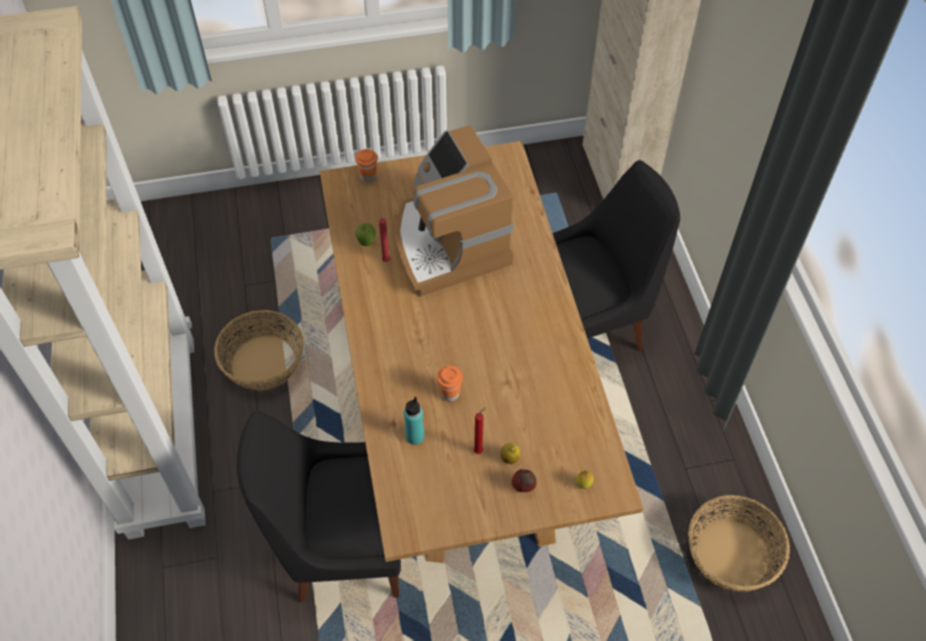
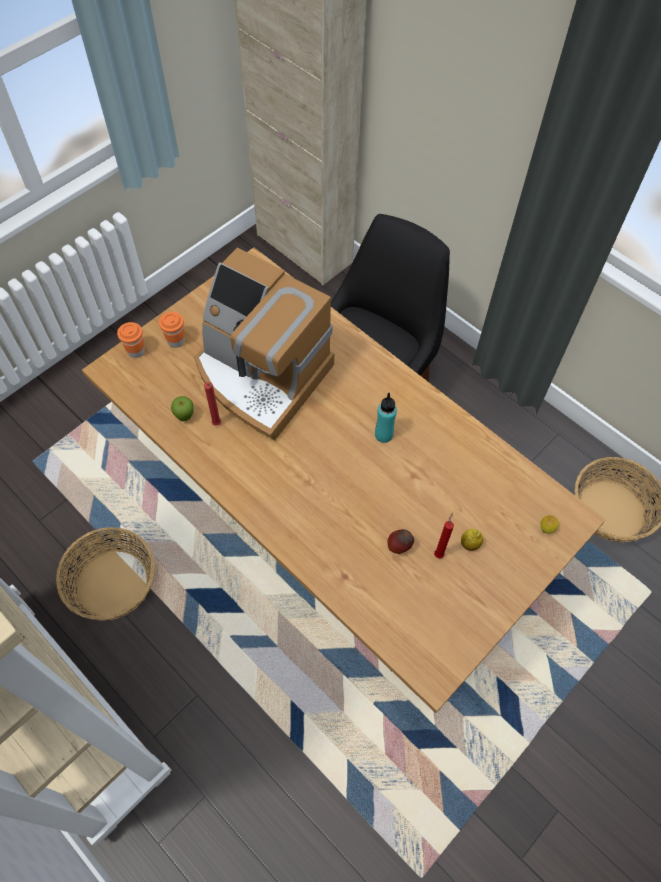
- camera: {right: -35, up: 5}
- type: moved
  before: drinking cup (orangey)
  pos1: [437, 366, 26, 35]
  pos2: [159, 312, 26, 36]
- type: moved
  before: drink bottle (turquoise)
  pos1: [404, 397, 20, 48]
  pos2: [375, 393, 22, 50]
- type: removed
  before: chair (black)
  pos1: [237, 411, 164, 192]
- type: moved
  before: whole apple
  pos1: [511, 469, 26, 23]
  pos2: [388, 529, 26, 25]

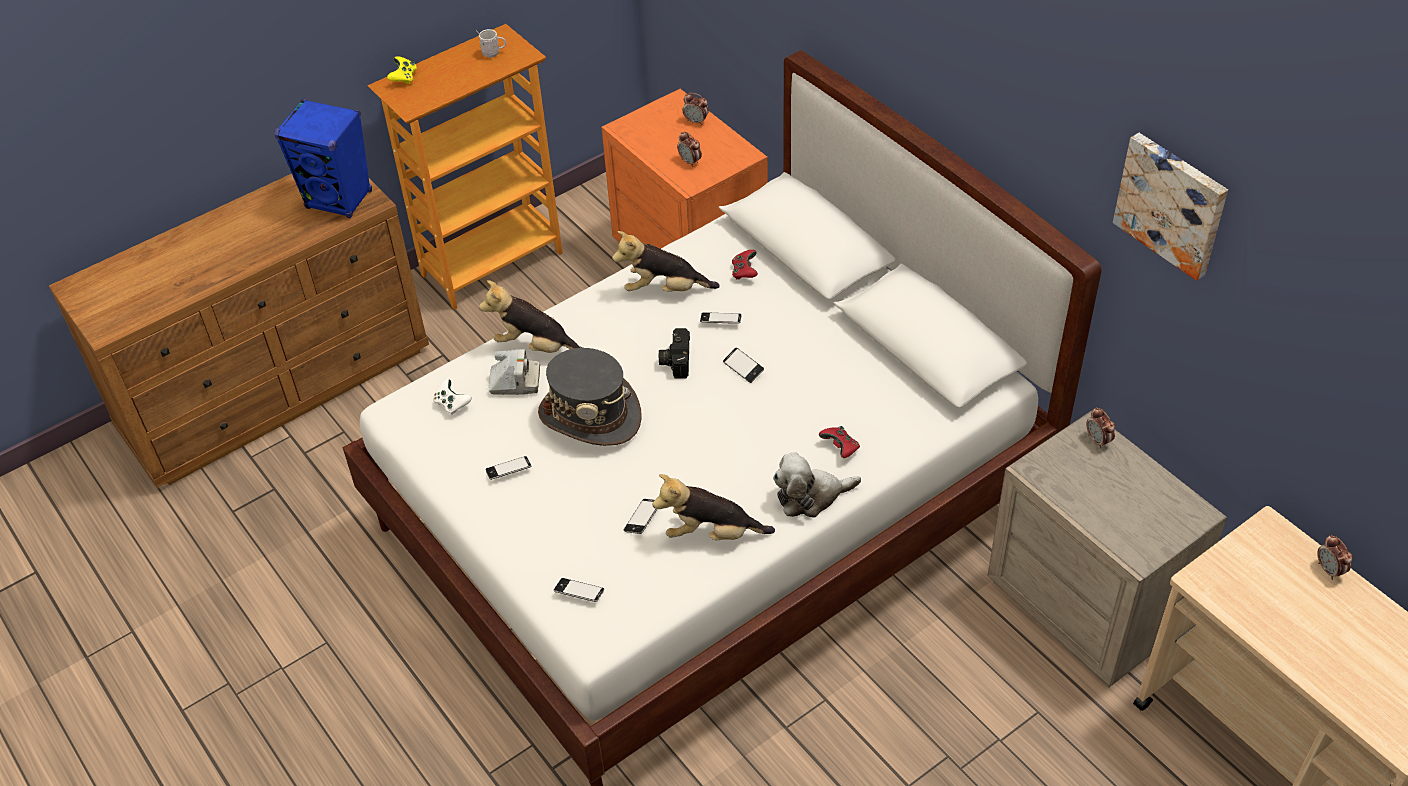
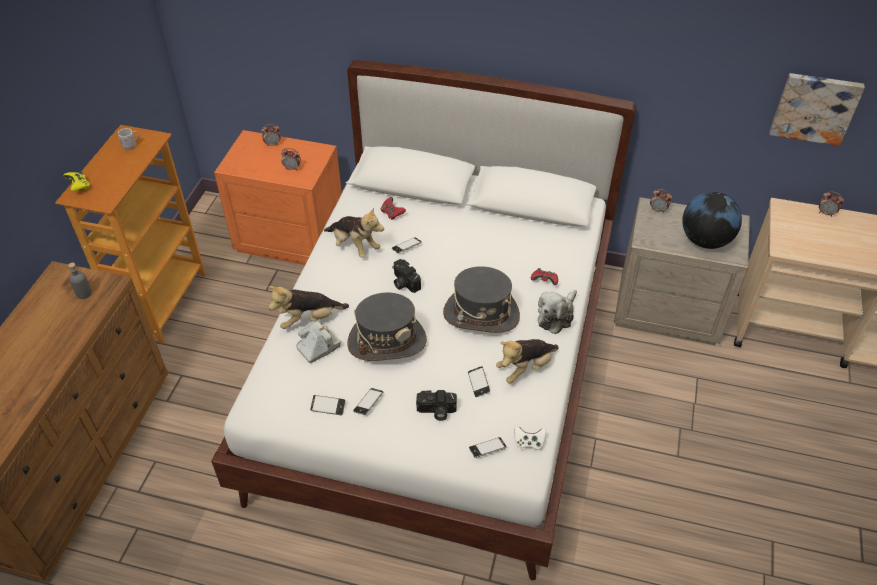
- camera: {right: -40, up: 0}
- type: replaced
  before: audio speaker (blue-coloured)
  after: drink bottle (greyish)
  pos1: [274, 99, 98, 119]
  pos2: [68, 263, 24, 36]
- type: moved
  before: wall art
  pos1: [1113, 133, 115, 148]
  pos2: [770, 73, 95, 73]
- type: turned
  before: soft toy
  pos1: [612, 231, 108, 61]
  pos2: [324, 207, 60, 51]
  turn: -105
- type: moved
  before: phone
  pos1: [723, 348, 41, 35]
  pos2: [310, 395, 36, 20]
- type: moved
  before: game controller (whitish)
  pos1: [433, 379, 39, 36]
  pos2: [514, 426, 32, 24]
- type: added
  after: desk globe
  pos2: [682, 192, 60, 57]
- type: added
  after: wearable hat (greyish)
  pos2: [443, 266, 77, 67]
- type: added
  after: still camera
  pos2: [416, 390, 41, 31]

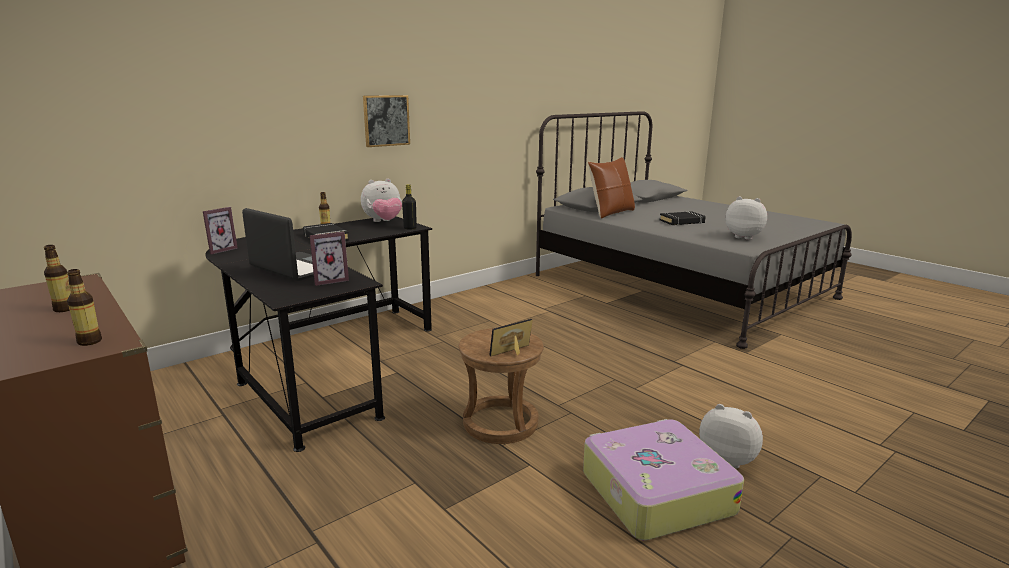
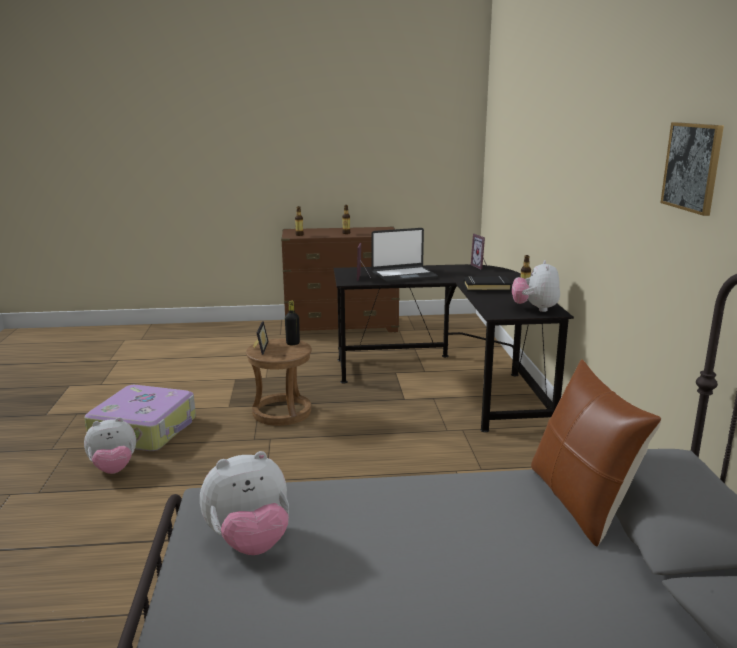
- camera: {right: 125, up: 0}
- type: moved
  before: wall art
  pos1: [363, 95, 47, 52]
  pos2: [660, 122, 64, 94]
- type: moved
  before: drink bottle (black)
  pos1: [402, 184, 15, 46]
  pos2: [285, 301, 15, 44]
- type: removed
  before: volume (black)
  pos1: [660, 211, 46, 14]

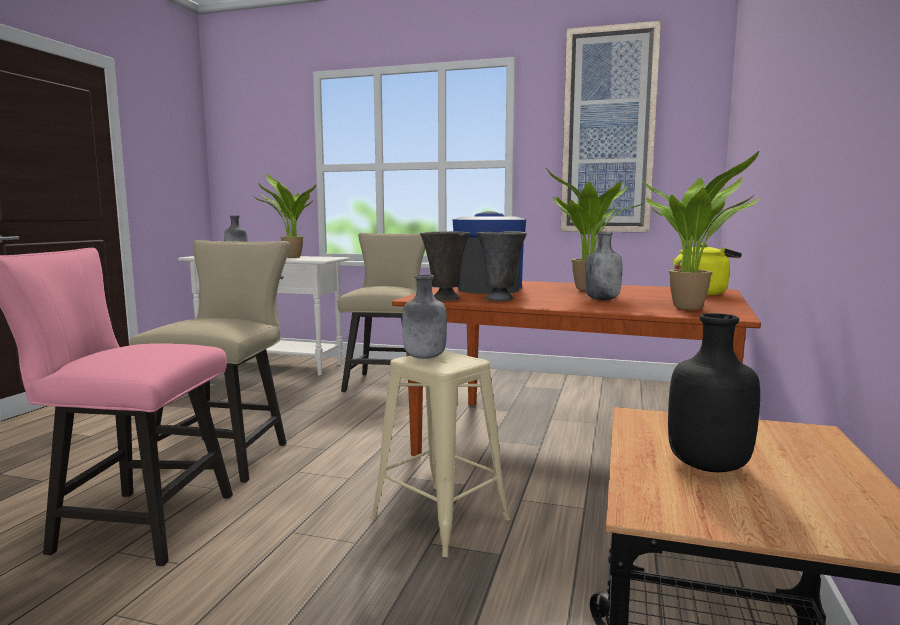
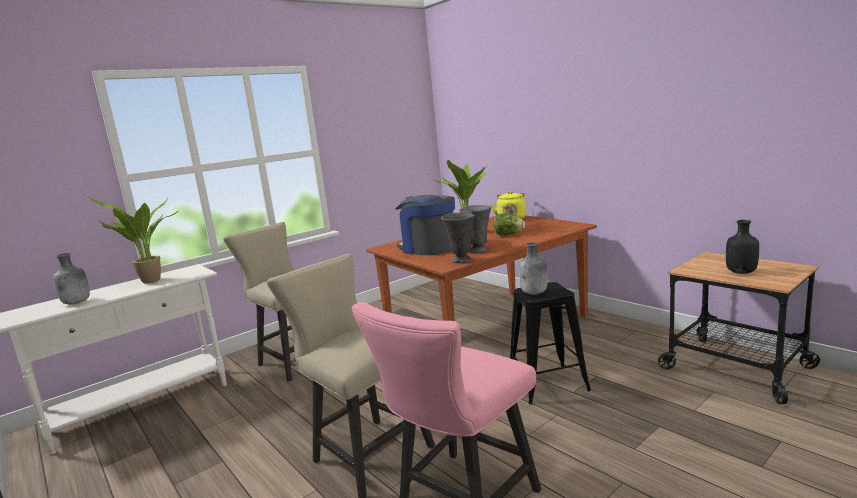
- camera: {right: -55, up: 5}
- type: removed
  before: wall art
  pos1: [561, 21, 100, 211]
- type: removed
  before: houseplant
  pos1: [642, 151, 117, 159]
- type: replaced
  before: drink bottle (greyish)
  after: head of lettuce
  pos1: [585, 232, 37, 68]
  pos2: [493, 214, 32, 22]
- type: recoloured
  before: sitting stool (beige)
  after: sitting stool (black)
  pos1: [371, 351, 139, 206]
  pos2: [510, 282, 81, 122]

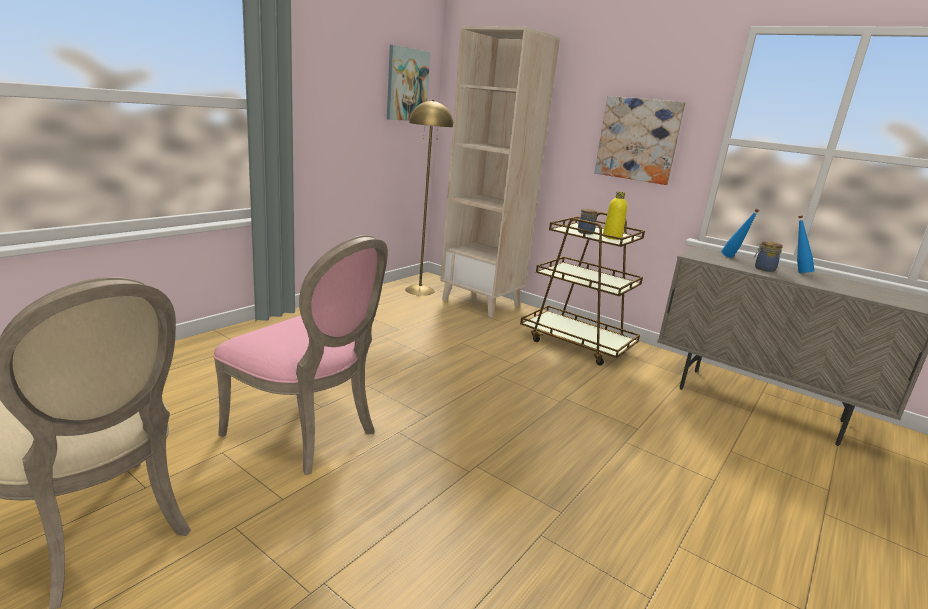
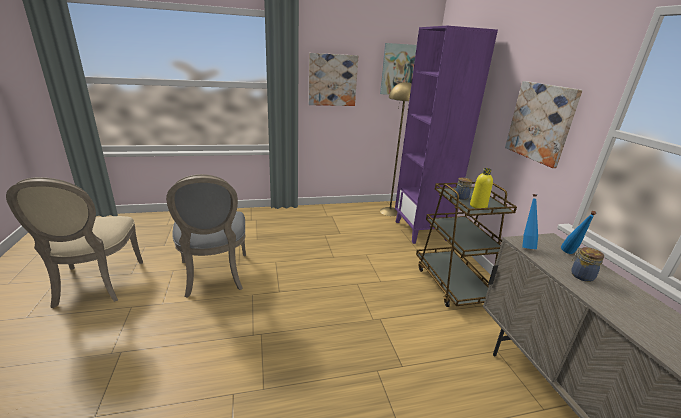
- camera: {right: 40, up: 5}
- type: recoloured
  before: shelving unit (beige)
  after: shelving unit (purple)
  pos1: [440, 26, 120, 292]
  pos2: [395, 26, 103, 218]
- type: moved
  before: drink bottle (blue-coloured)
  pos1: [797, 216, 17, 57]
  pos2: [522, 194, 16, 55]
- type: recoloured
  before: chair (pinkish)
  after: chair (greyish)
  pos1: [213, 235, 175, 240]
  pos2: [166, 174, 80, 124]
- type: added
  after: wall art
  pos2: [308, 53, 50, 53]

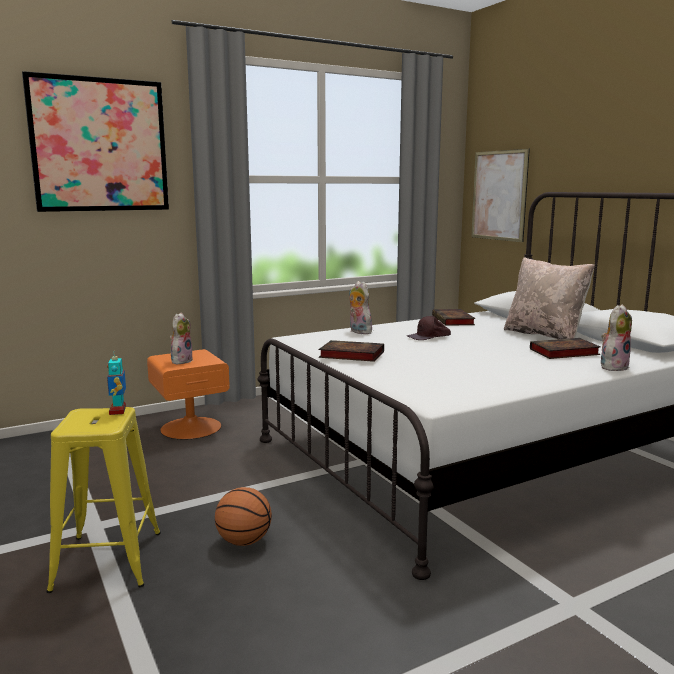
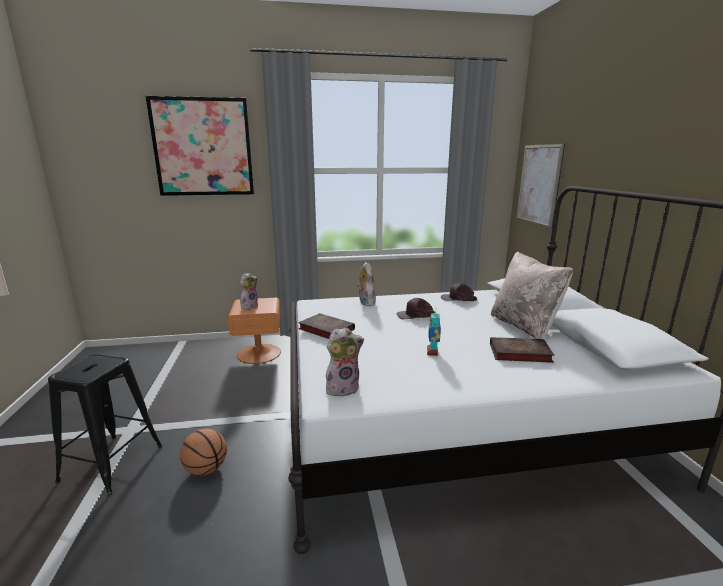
- camera: {right: 20, up: 5}
- type: moved
  before: soft toy
  pos1: [601, 304, 31, 67]
  pos2: [326, 327, 38, 70]
- type: replaced
  before: volume
  after: cap (brown-coloured)
  pos1: [432, 309, 43, 17]
  pos2: [441, 283, 36, 18]
- type: moved
  before: robot figure
  pos1: [107, 350, 19, 65]
  pos2: [427, 313, 14, 43]
- type: recoloured
  before: sitting stool (yellow-coloured)
  after: sitting stool (black)
  pos1: [47, 407, 114, 186]
  pos2: [48, 354, 114, 141]

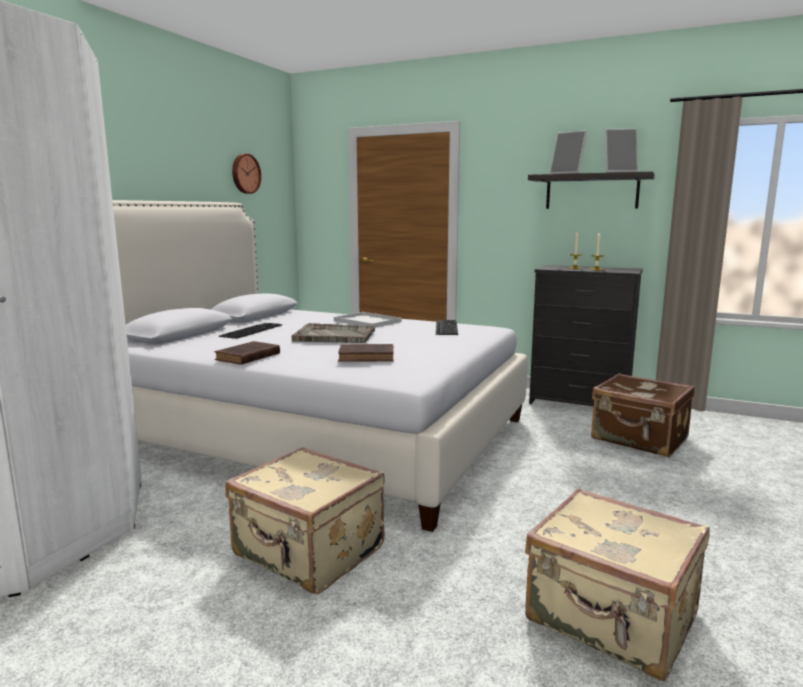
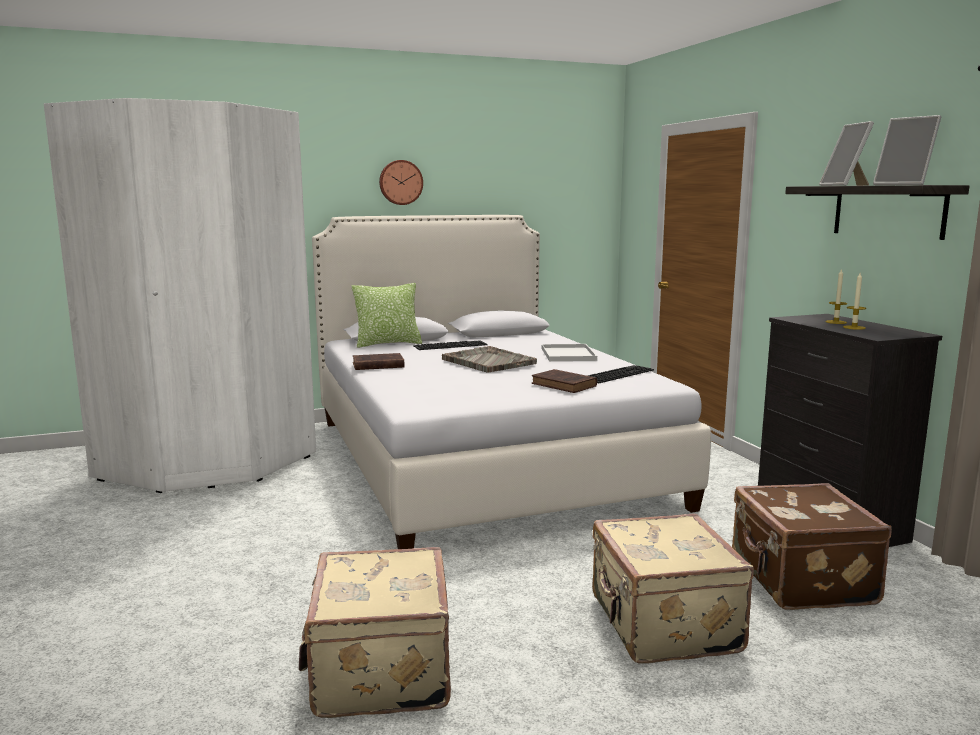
- camera: {right: 45, up: 0}
- type: moved
  before: hanging clock
  pos1: [232, 154, 29, 40]
  pos2: [379, 160, 44, 45]
- type: moved
  before: volume (brown-coloured)
  pos1: [338, 344, 55, 18]
  pos2: [531, 369, 66, 24]
- type: moved
  before: travel case (beige)
  pos1: [225, 447, 160, 147]
  pos2: [592, 514, 162, 150]
- type: added
  after: pillow
  pos2: [352, 283, 70, 65]

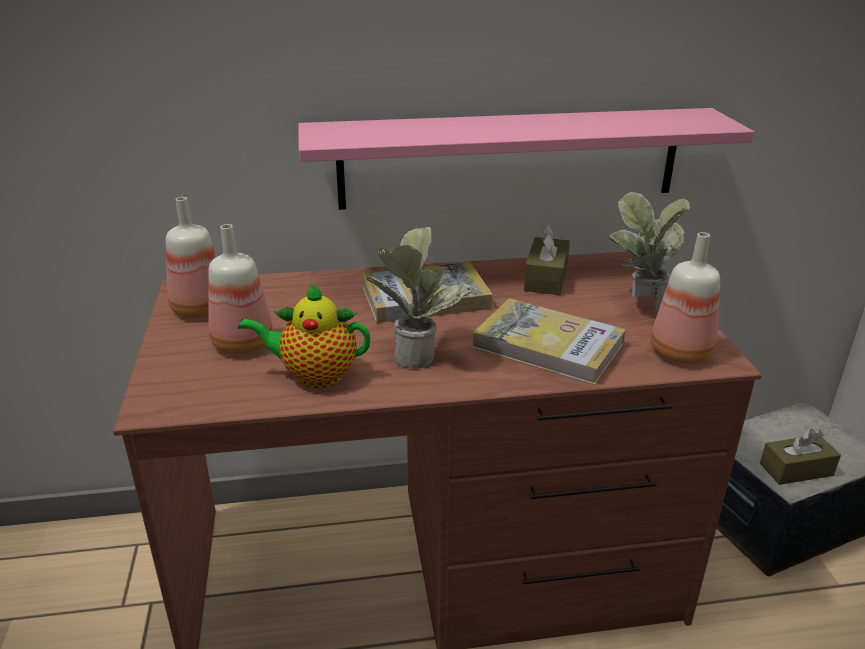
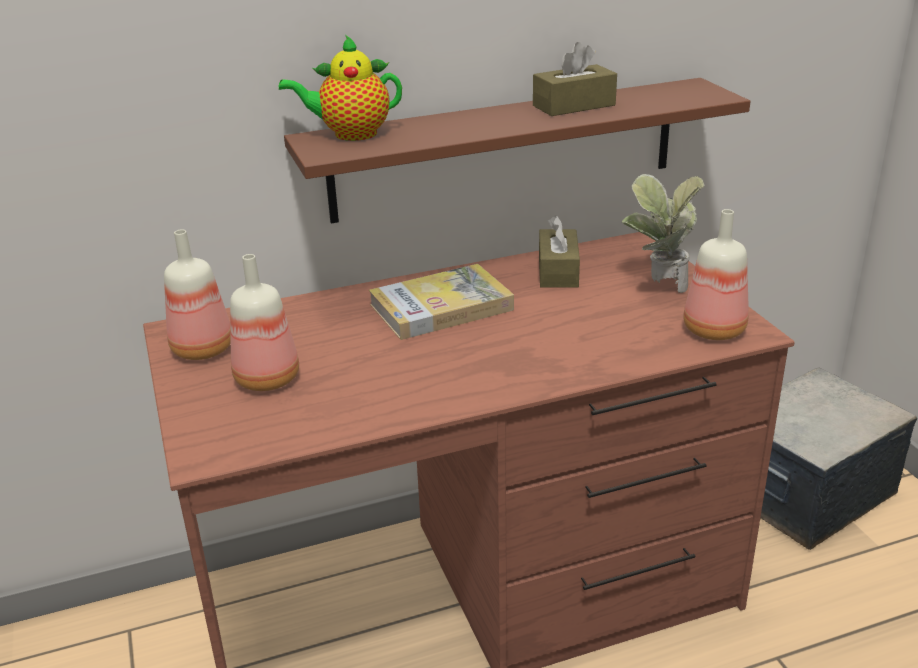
- camera: {right: -10, up: 0}
- type: recoloured
  before: wall shelf (pinkish)
  after: wall shelf (brown-coloured)
  pos1: [298, 108, 456, 102]
  pos2: [284, 78, 467, 145]
- type: removed
  before: houseplant
  pos1: [367, 227, 105, 141]
- type: moved
  before: tea pot
  pos1: [238, 283, 132, 105]
  pos2: [279, 35, 123, 106]
- type: removed
  before: volume
  pos1: [472, 298, 153, 87]
- type: moved
  before: tissue box (brown-coloured)
  pos1: [760, 429, 81, 56]
  pos2: [533, 42, 84, 74]

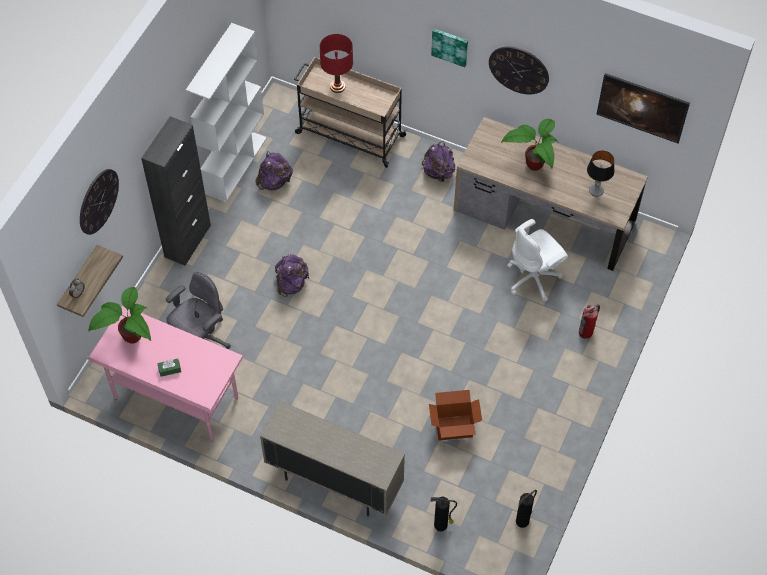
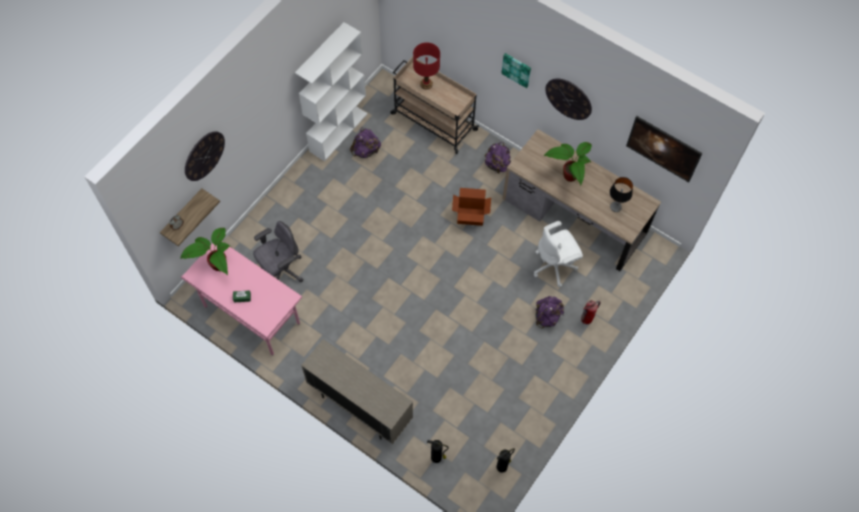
- camera: {right: 10, up: 5}
- type: removed
  before: storage cabinet (black)
  pos1: [141, 116, 70, 150]
- type: moved
  before: backpack (purple)
  pos1: [275, 254, 35, 43]
  pos2: [535, 296, 29, 32]
- type: moved
  before: cardboard box
  pos1: [429, 390, 53, 51]
  pos2: [452, 188, 39, 38]

